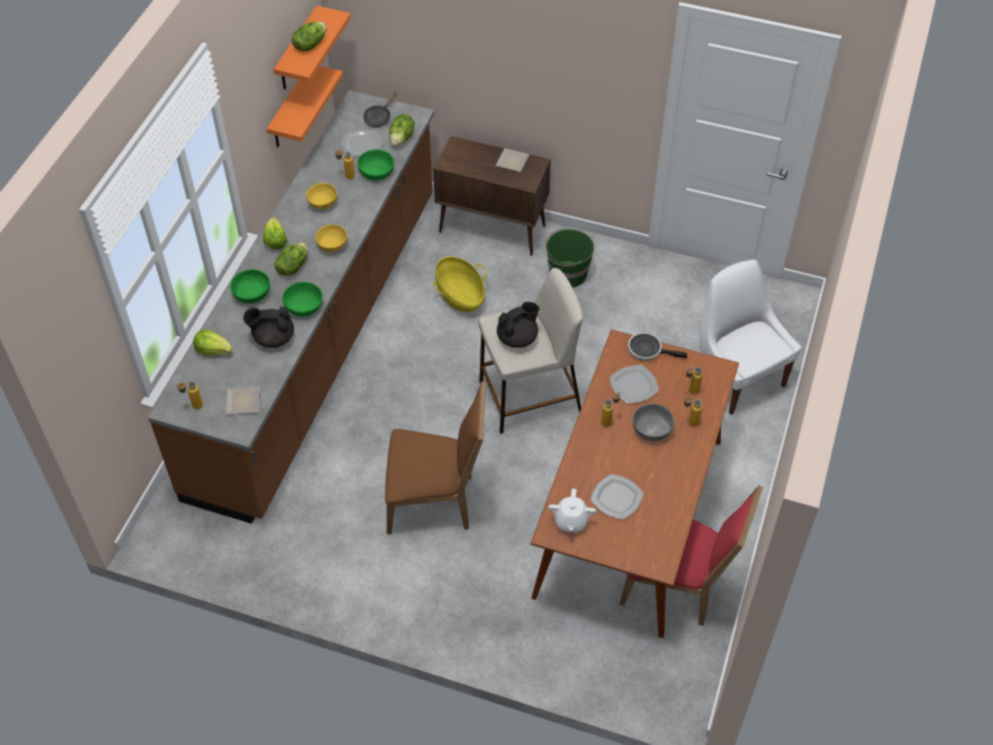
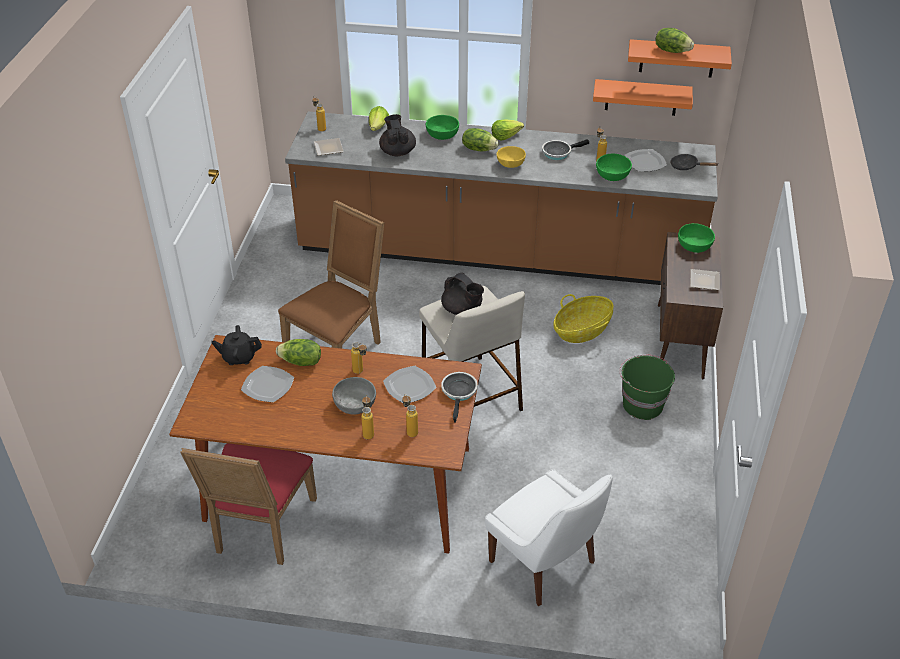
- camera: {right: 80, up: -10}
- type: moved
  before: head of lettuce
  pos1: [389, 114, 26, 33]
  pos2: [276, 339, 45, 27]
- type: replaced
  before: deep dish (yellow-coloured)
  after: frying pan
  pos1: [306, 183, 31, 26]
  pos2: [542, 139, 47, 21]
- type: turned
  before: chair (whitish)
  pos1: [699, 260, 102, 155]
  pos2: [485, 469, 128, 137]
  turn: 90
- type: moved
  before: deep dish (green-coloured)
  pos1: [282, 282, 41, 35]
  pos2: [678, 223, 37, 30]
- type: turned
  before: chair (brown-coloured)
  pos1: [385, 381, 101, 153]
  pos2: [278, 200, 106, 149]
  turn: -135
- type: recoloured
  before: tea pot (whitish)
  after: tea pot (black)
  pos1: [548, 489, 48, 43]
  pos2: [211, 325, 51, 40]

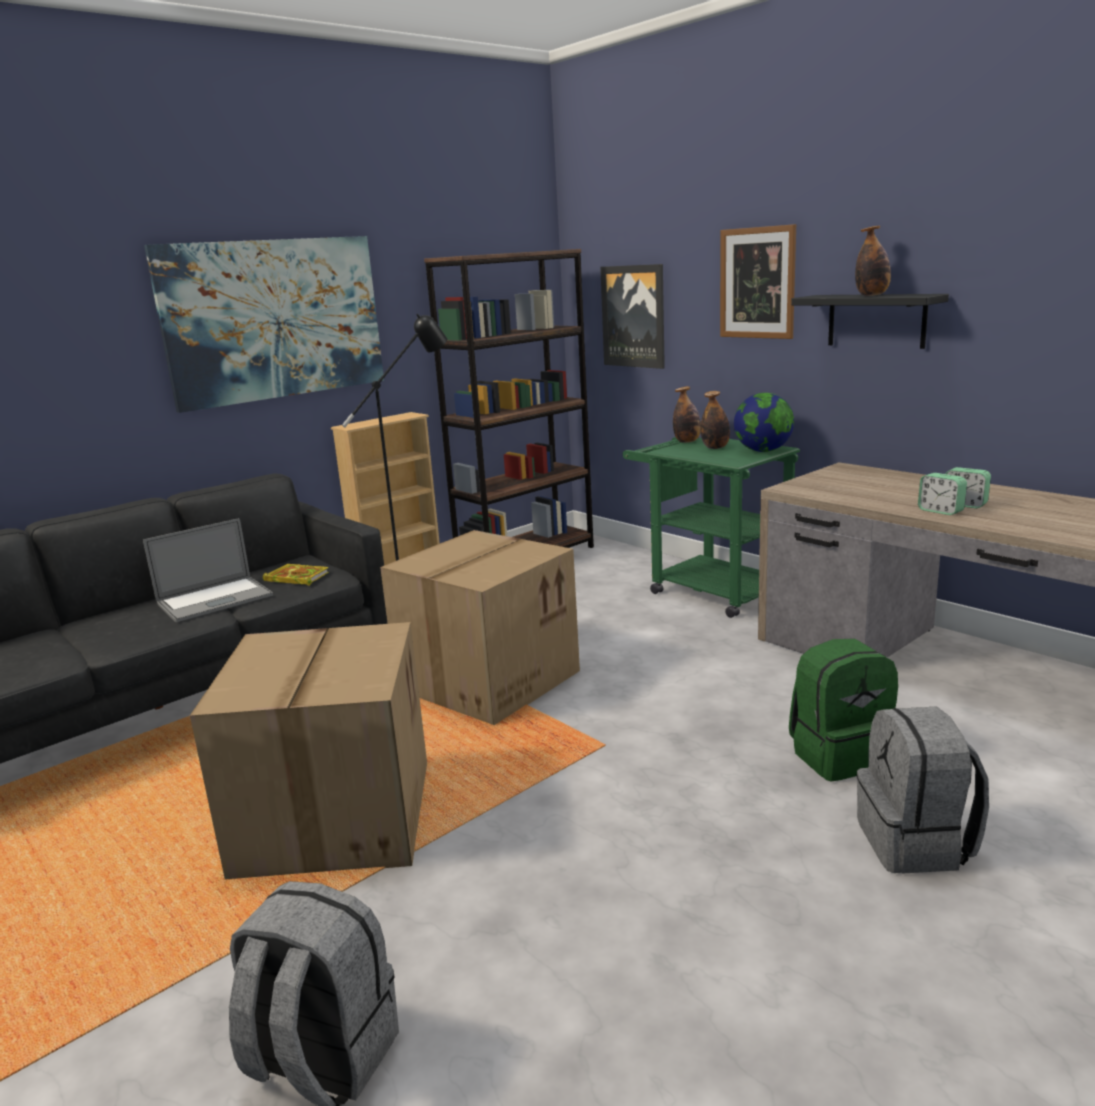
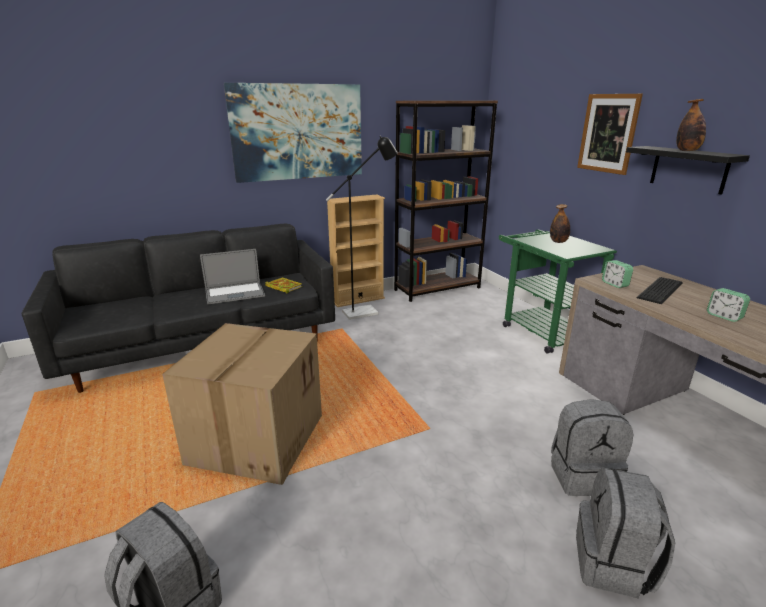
- camera: {right: 15, up: 5}
- type: removed
  before: wall art
  pos1: [600, 264, 65, 105]
- type: removed
  before: drink bottle
  pos1: [673, 386, 28, 57]
- type: removed
  before: desk globe
  pos1: [734, 393, 60, 59]
- type: moved
  before: alarm clock
  pos1: [918, 473, 49, 42]
  pos2: [602, 260, 31, 28]
- type: removed
  before: cardboard box
  pos1: [380, 530, 200, 195]
- type: recoloured
  before: backpack (green-coloured)
  after: backpack (greyish)
  pos1: [789, 639, 109, 143]
  pos2: [551, 399, 83, 97]
- type: added
  after: PC keyboard
  pos2: [637, 277, 45, 27]

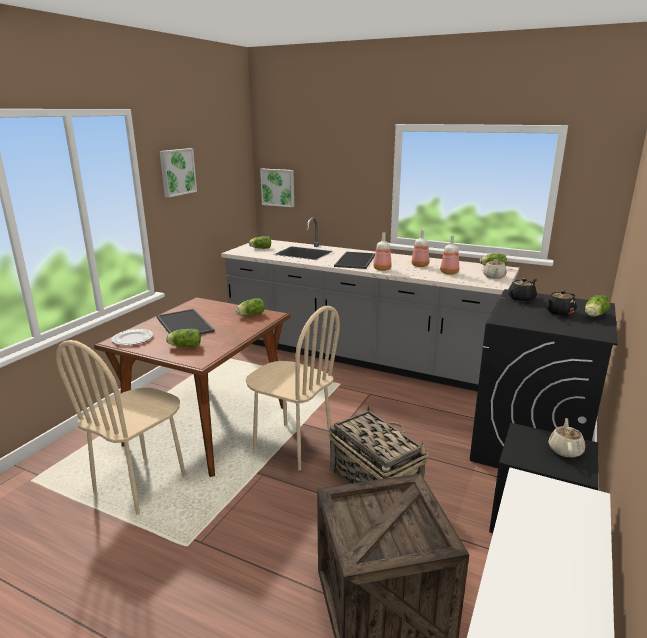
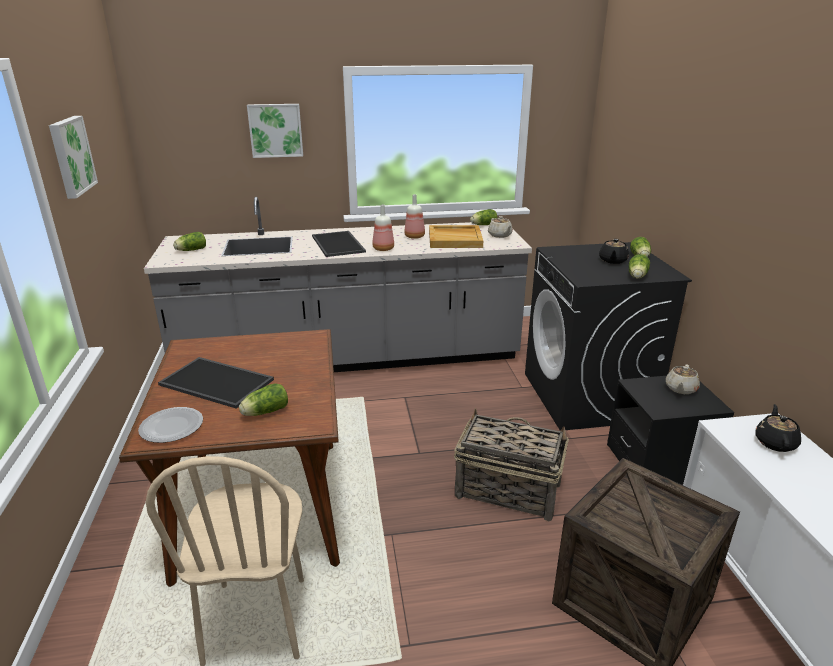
- camera: {right: -35, up: 5}
- type: moved
  before: wall art
  pos1: [260, 169, 34, 38]
  pos2: [247, 104, 56, 54]
- type: replaced
  before: drink bottle
  after: tray (beige)
  pos1: [440, 235, 19, 40]
  pos2: [429, 225, 54, 23]
- type: moved
  before: tea pot (black)
  pos1: [508, 278, 29, 24]
  pos2: [755, 404, 46, 48]
- type: moved
  before: head of lettuce
  pos1: [235, 298, 29, 18]
  pos2: [629, 254, 21, 24]
- type: removed
  before: chair (beige)
  pos1: [246, 306, 94, 165]
- type: turned
  before: tea pot (beige)
  pos1: [548, 418, 37, 40]
  pos2: [666, 364, 34, 30]
  turn: -135

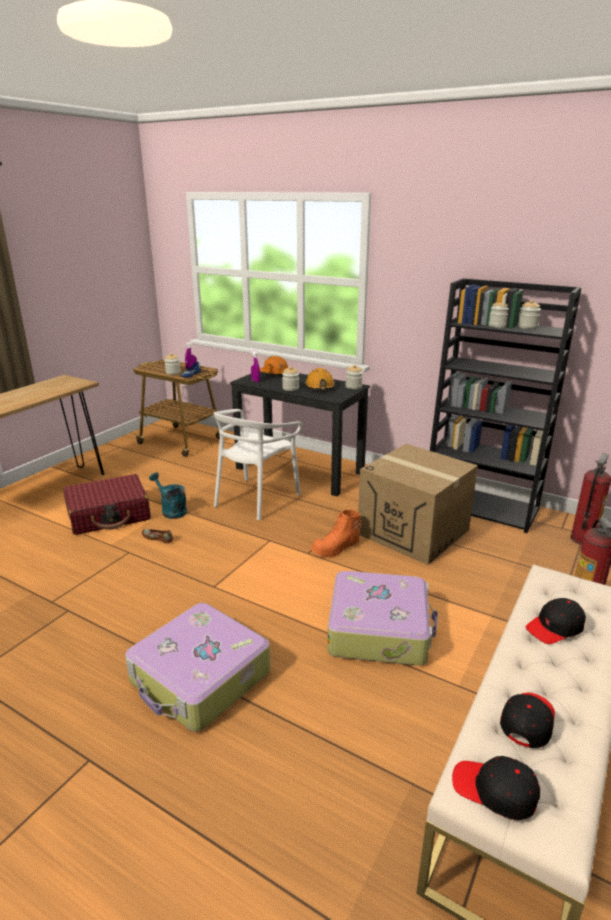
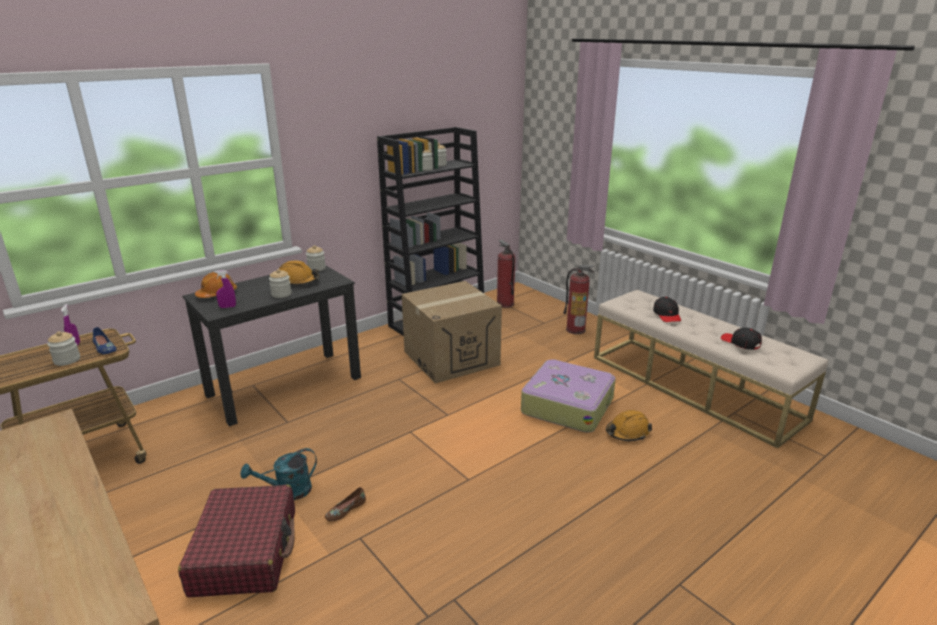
- camera: {right: -70, up: 0}
- type: removed
  before: chair (whitish)
  pos1: [214, 409, 88, 111]
- type: removed
  before: boot (orangey)
  pos1: [311, 510, 51, 48]
- type: removed
  before: travel case
  pos1: [125, 603, 146, 129]
- type: removed
  before: cap (black)
  pos1: [452, 756, 88, 64]
- type: added
  after: hard hat (orangey)
  pos2: [606, 410, 46, 31]

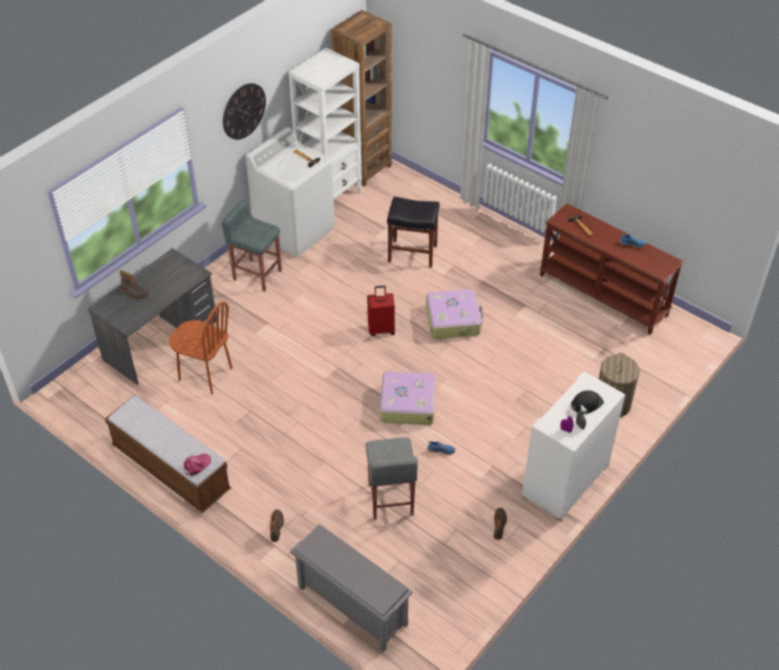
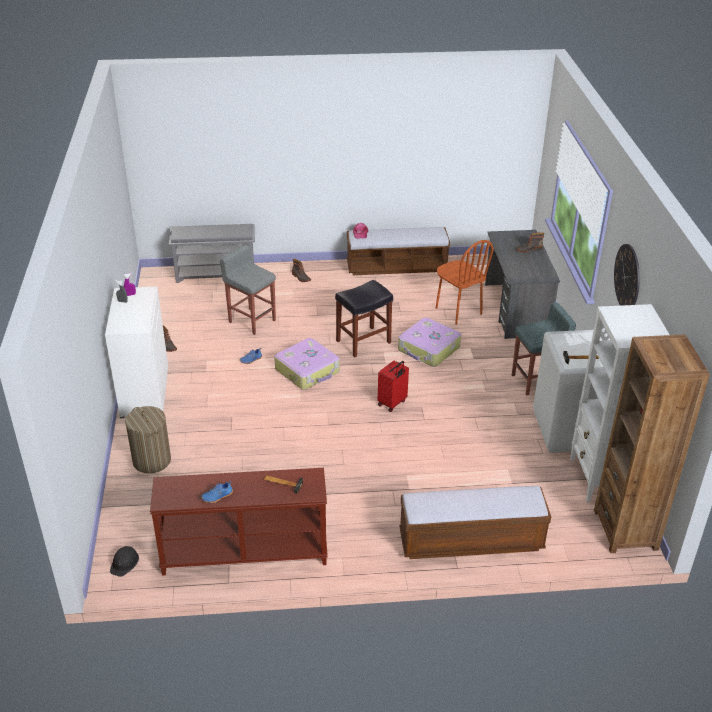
- camera: {right: 135, up: -10}
- type: moved
  before: sitting stool (black)
  pos1: [387, 196, 53, 72]
  pos2: [335, 280, 58, 77]
- type: moved
  before: travel case
  pos1: [426, 289, 57, 50]
  pos2: [398, 318, 63, 49]
- type: turned
  before: chair (brown-coloured)
  pos1: [169, 302, 63, 92]
  pos2: [436, 240, 57, 85]
  turn: -105
- type: moved
  before: hard hat (black)
  pos1: [571, 390, 33, 24]
  pos2: [110, 546, 29, 31]
- type: added
  after: bench
  pos2: [399, 486, 152, 73]

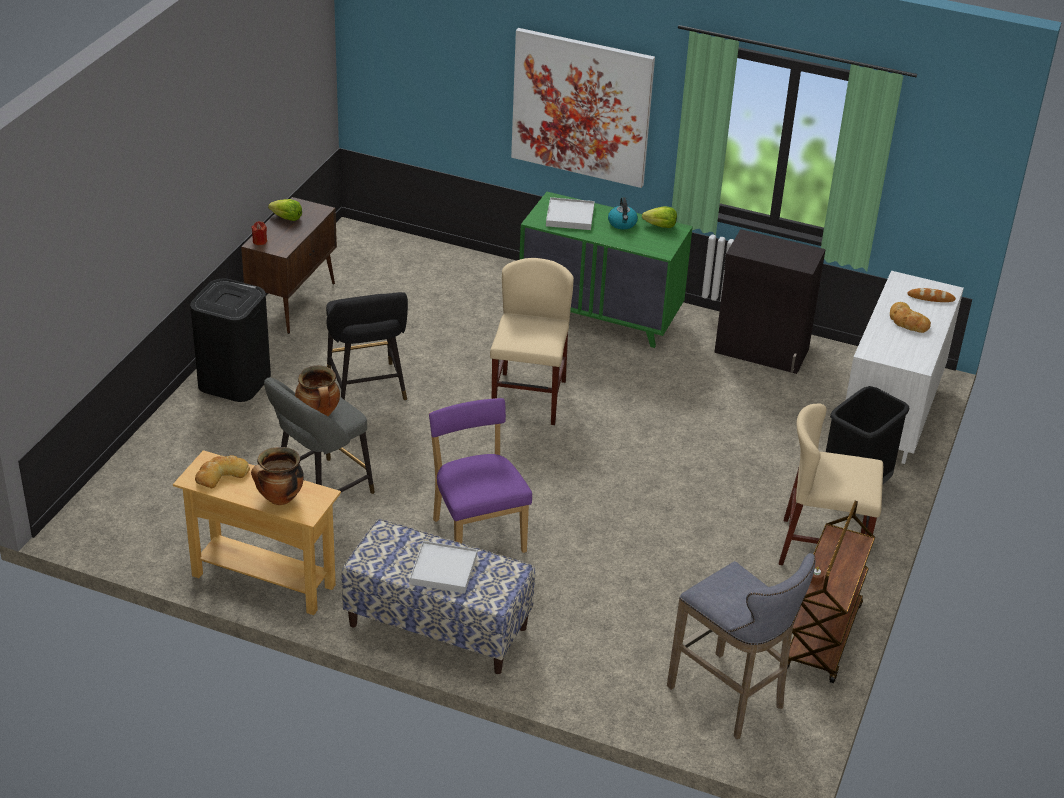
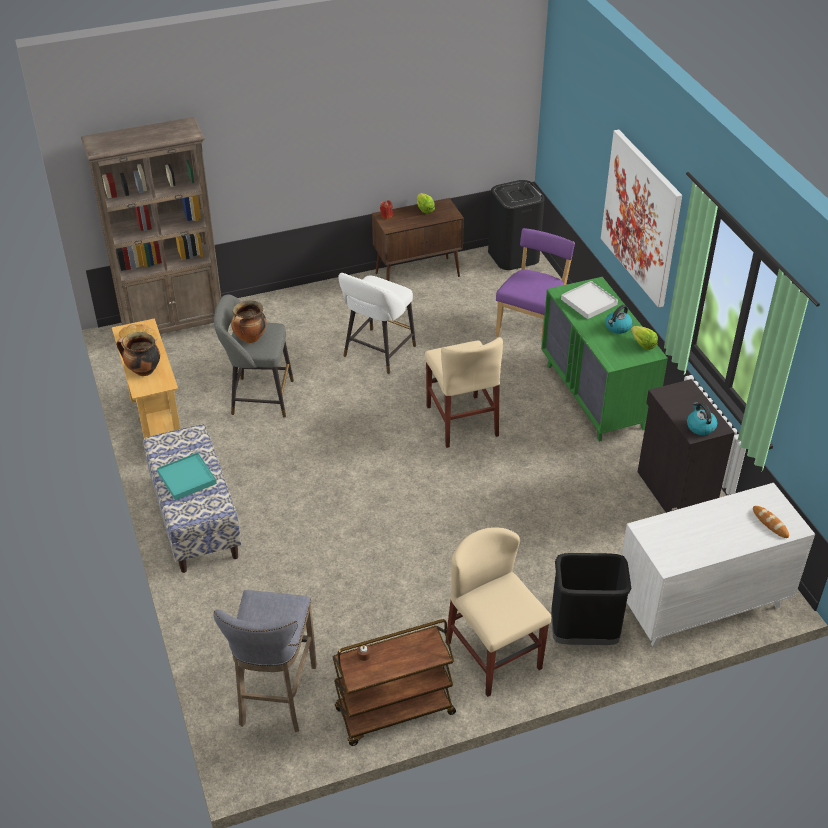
- camera: {right: 50, up: 5}
- type: turned
  before: chair (beige)
  pos1: [490, 258, 84, 167]
  pos2: [425, 337, 78, 111]
  turn: 105
- type: moved
  before: trash can (black)
  pos1: [190, 279, 81, 123]
  pos2: [488, 180, 57, 90]
- type: recoloured
  before: sitting stool (black)
  after: sitting stool (whitish)
  pos1: [326, 292, 82, 109]
  pos2: [338, 273, 78, 101]
- type: removed
  before: bread
  pos1: [890, 302, 41, 31]
- type: moved
  before: chair (purple)
  pos1: [429, 398, 103, 155]
  pos2: [496, 228, 79, 123]
- type: recoloured
  before: tray (whitish)
  after: tray (turquoise)
  pos1: [410, 541, 67, 52]
  pos2: [157, 452, 60, 48]
- type: added
  after: shelving unit (brown-coloured)
  pos2: [81, 117, 140, 217]
- type: added
  after: kettle
  pos2: [687, 402, 30, 33]

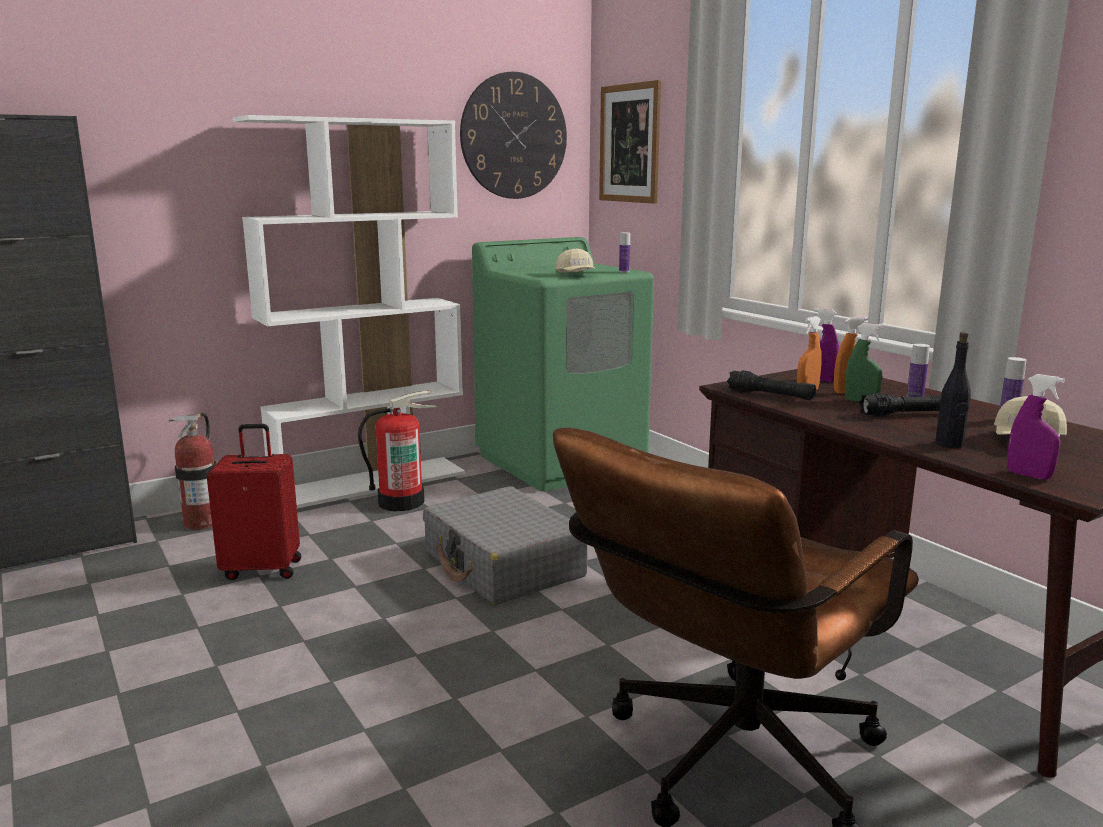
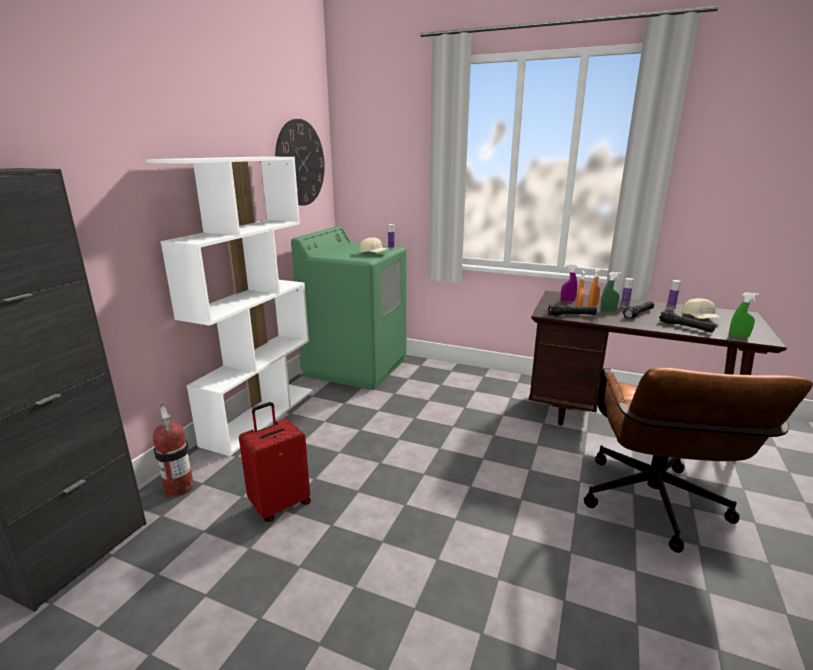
- camera: {right: -35, up: 5}
- type: removed
  before: wall art
  pos1: [599, 80, 62, 123]
- type: replaced
  before: drink bottle (black)
  after: torch (black)
  pos1: [935, 332, 36, 116]
  pos2: [659, 311, 57, 22]
- type: recoloured
  before: hand sprayer (purple)
  after: hand sprayer (green-coloured)
  pos1: [1007, 374, 58, 106]
  pos2: [729, 293, 30, 45]
- type: removed
  before: extinguisher
  pos1: [358, 391, 79, 120]
- type: removed
  before: travel case (greyish)
  pos1: [423, 486, 165, 119]

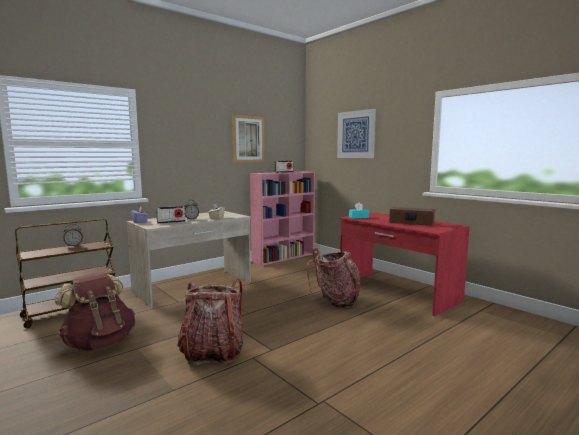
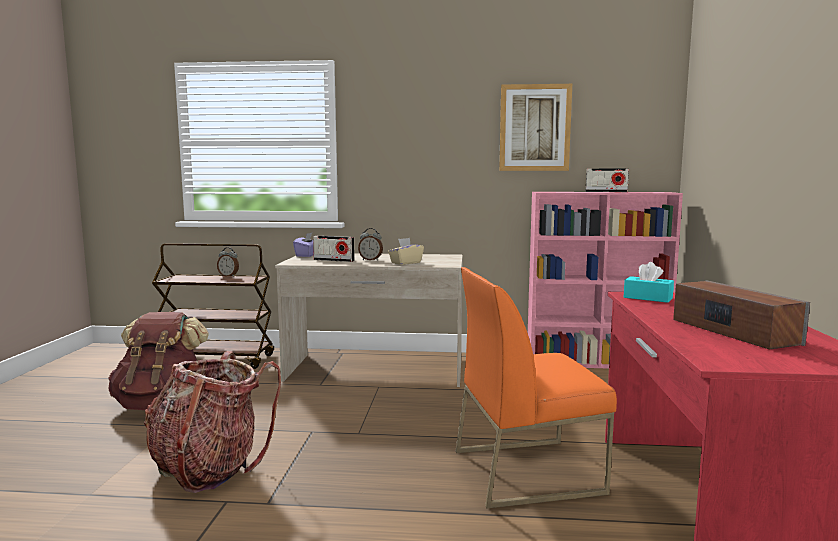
- camera: {right: 45, up: 0}
- type: removed
  before: wall art
  pos1: [337, 109, 39, 49]
- type: replaced
  before: backpack
  after: chair (orangey)
  pos1: [306, 248, 55, 60]
  pos2: [455, 267, 162, 242]

